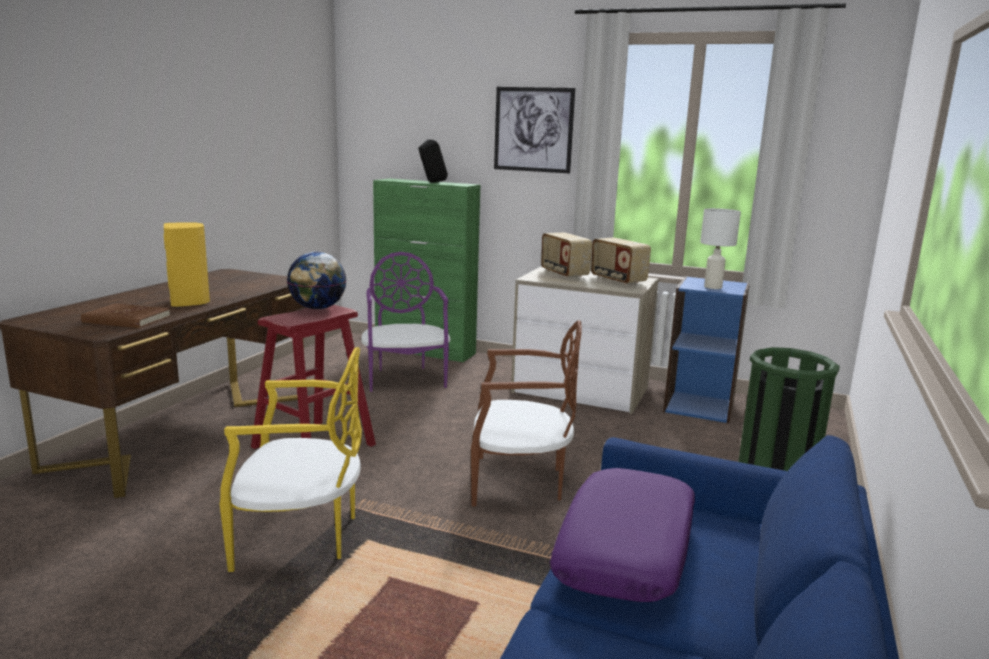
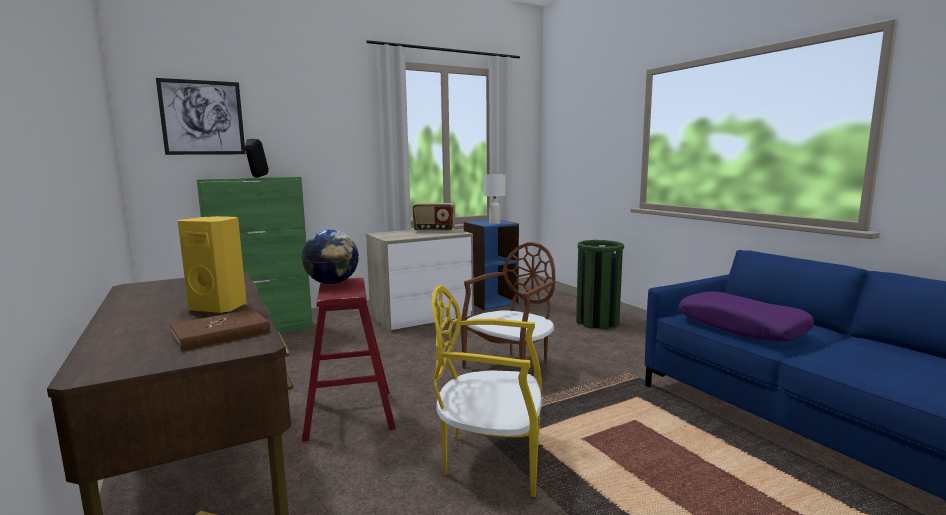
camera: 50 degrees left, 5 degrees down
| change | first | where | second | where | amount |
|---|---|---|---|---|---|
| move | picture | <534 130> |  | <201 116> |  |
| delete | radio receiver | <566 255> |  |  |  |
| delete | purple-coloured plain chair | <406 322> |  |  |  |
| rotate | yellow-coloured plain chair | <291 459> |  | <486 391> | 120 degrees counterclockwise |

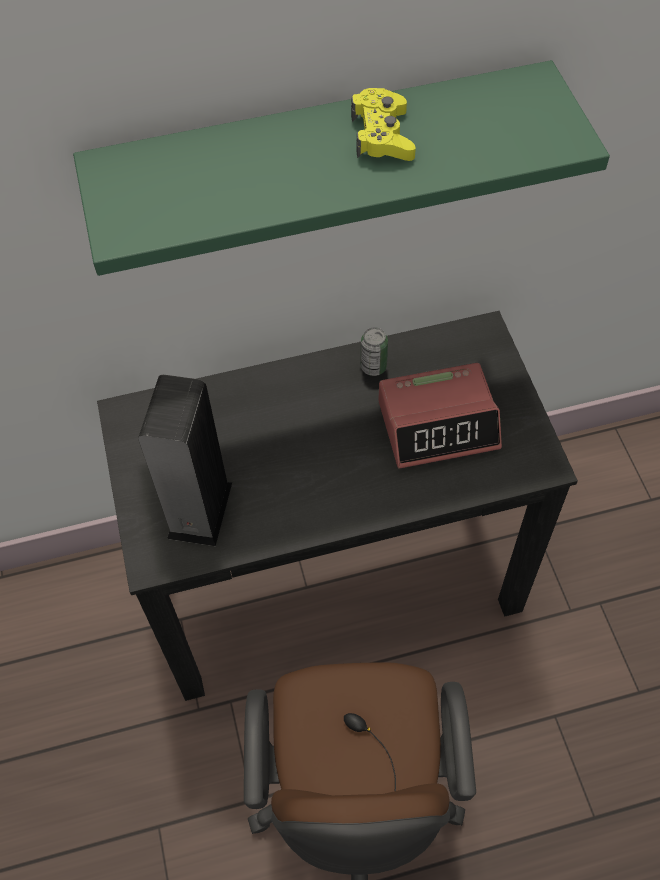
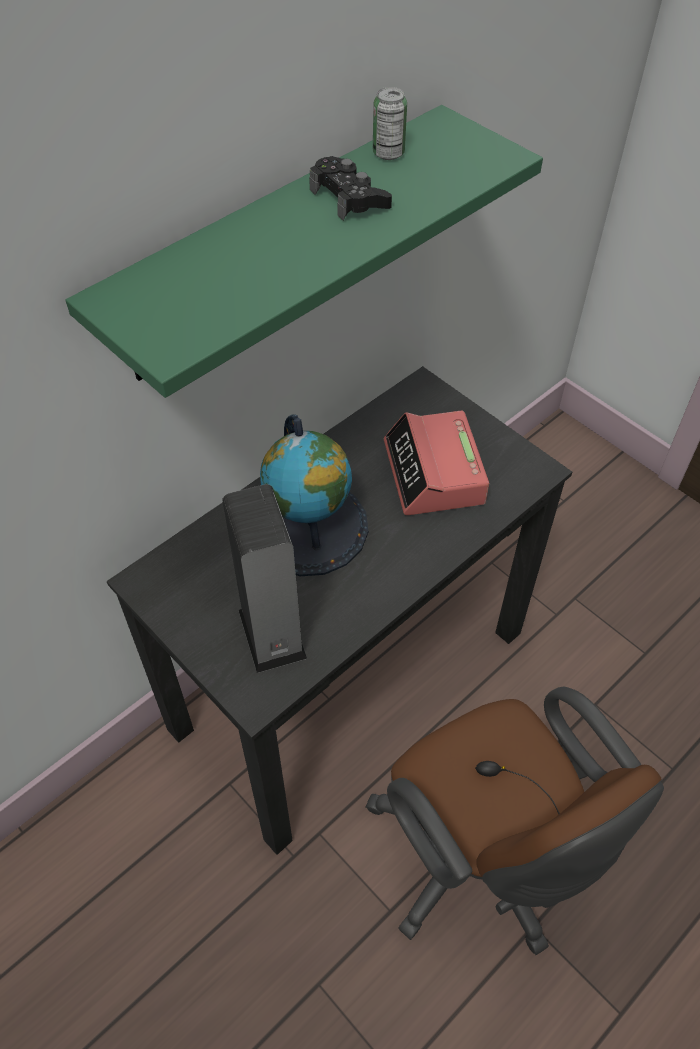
camera: 30 degrees left, 5 degrees down
| change | first | where | second | where | amount |
|---|---|---|---|---|---|
| recolor | yellow-coloured game controller | <383 124> | black-coloured game controller | <350 188> |  |
| move | metal can | <374 351> |  | <390 123> |  |
| rotate | table clock | <440 416> |  | <436 463> | 120 degrees clockwise |
| insert |  |  | desk globe | <314 495> |  |

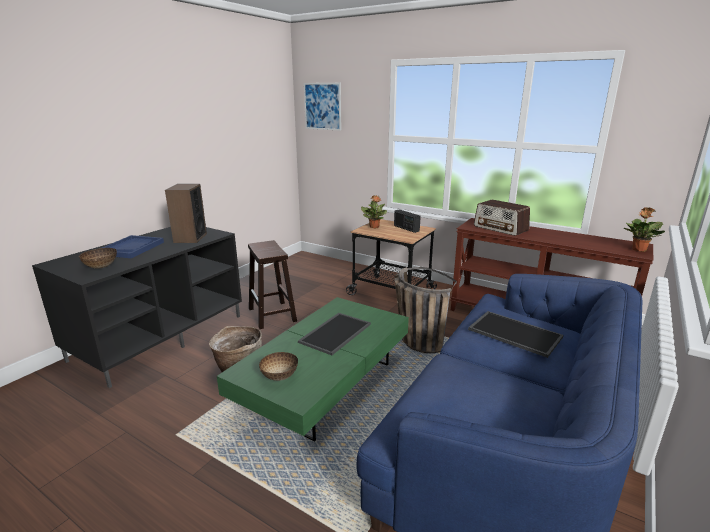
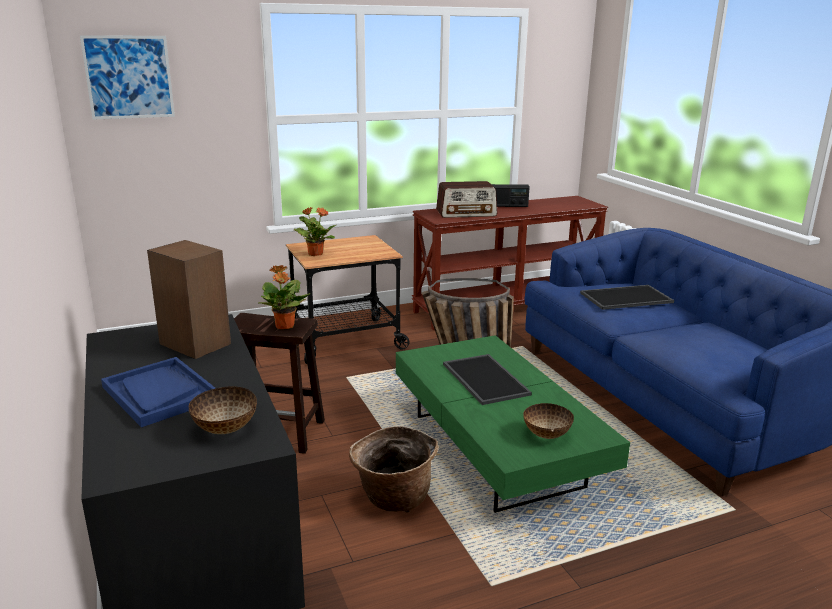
camera: 55 degrees left, 0 degrees up
| change | first | where | second | where | amount |
|---|---|---|---|---|---|
| move | houseplant | <644 229> |  | <284 297> |  |
| move | radio receiver | <407 221> |  | <510 195> |  |

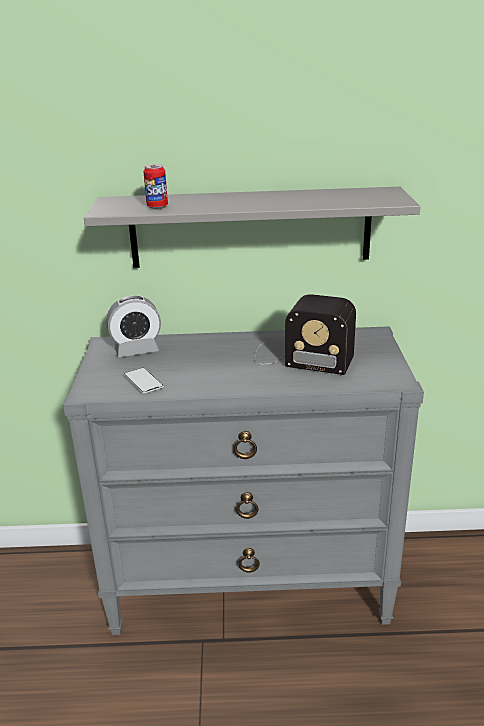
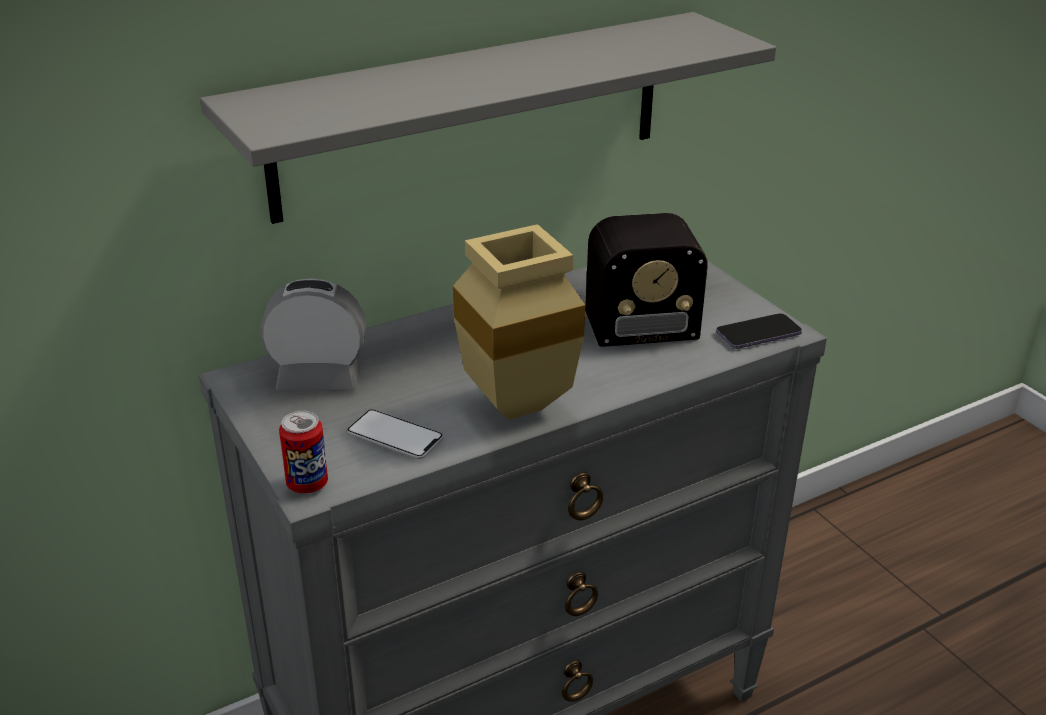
camera: 30 degrees left, 5 degrees up
| change | first | where | second | where | amount |
|---|---|---|---|---|---|
| move | metal can | <155 186> |  | <303 452> |  |
| rotate | table clock | <133 326> |  | <313 334> | 135 degrees counterclockwise |
| insert |  |  | beige decorative vase | <519 322> |  |
| insert |  |  | phone | <759 331> |  |

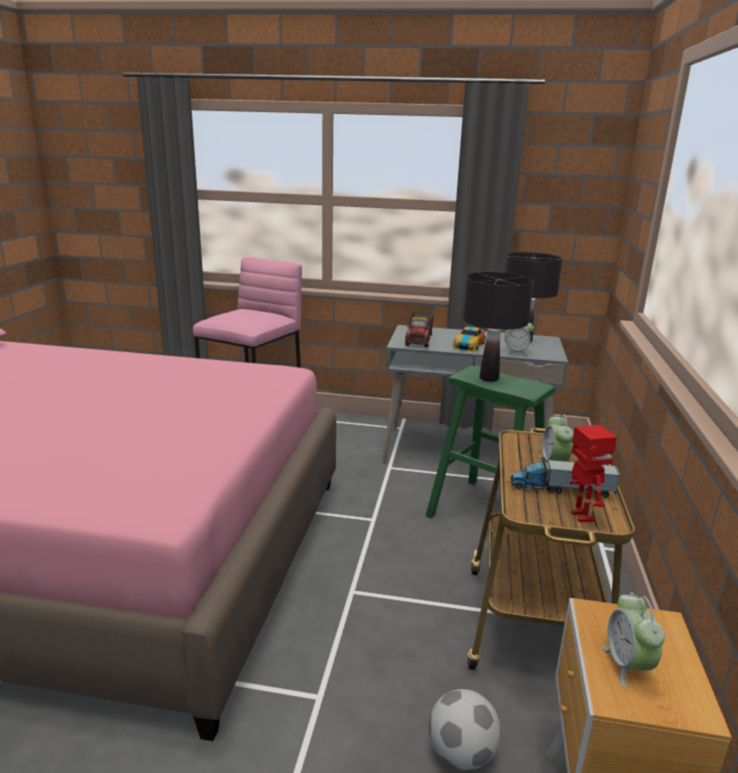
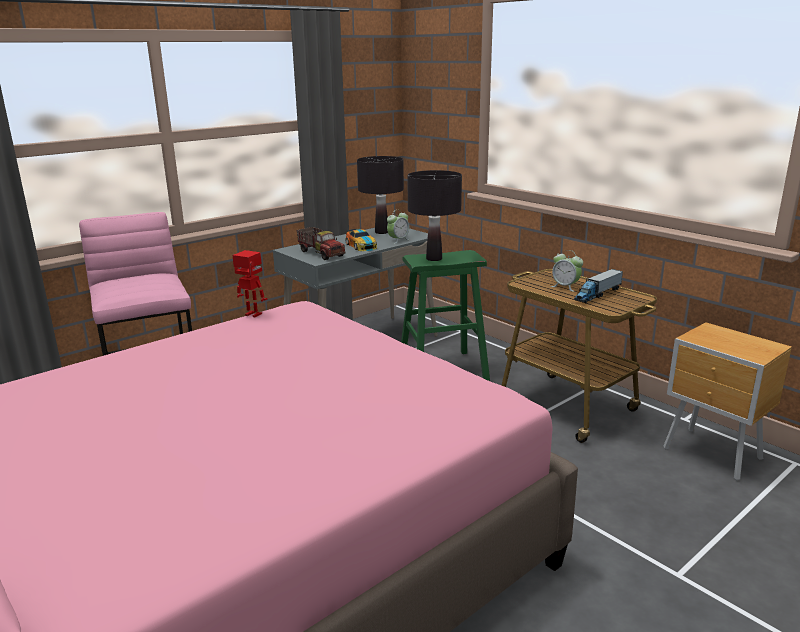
camera: 50 degrees left, 0 degrees up
| change | first | where | second | where | amount |
|---|---|---|---|---|---|
| move | model robot | <593 473> |  | <250 283> |  |
| delete | table clock | <633 640> |  |  |  |
| delete | ball for football | <465 729> |  |  |  |

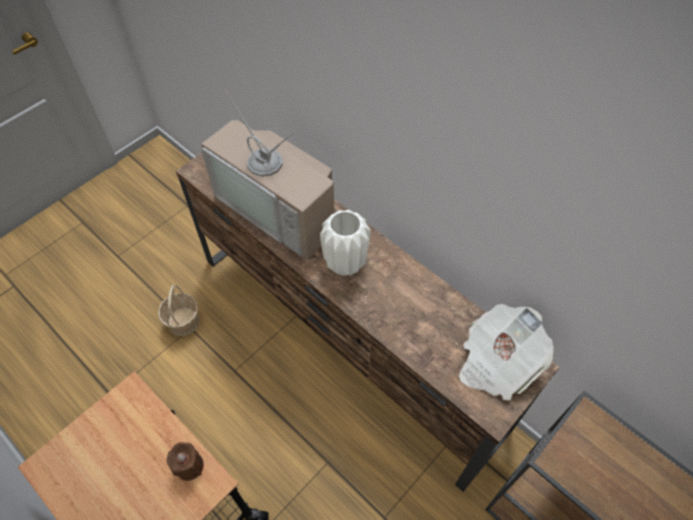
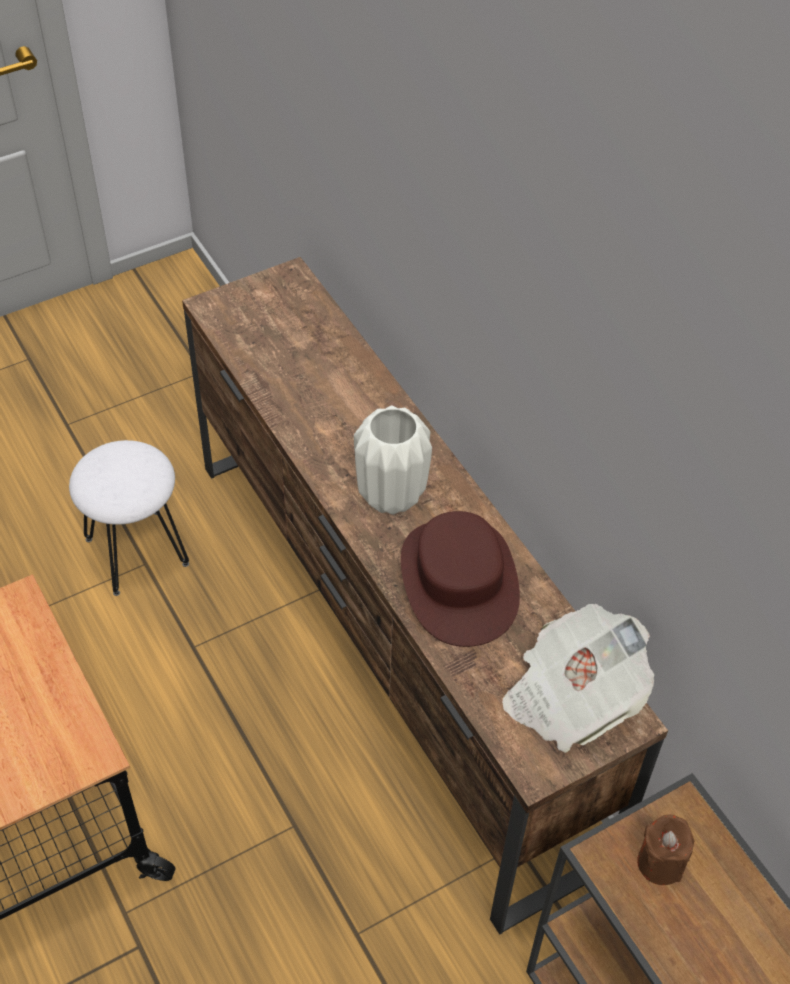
camera: 15 degrees right, 5 degrees down
| change | first | where | second | where | amount |
|---|---|---|---|---|---|
| delete | TV set | <268 174> |  |  |  |
| replace | household basket | <178 310> | white sitting stool | <129 518> |  |
| move | brown-coloured wax candle | <185 461> |  | <665 850> |  |
| insert |  |  | brown-coloured hat | <460 579> |  |

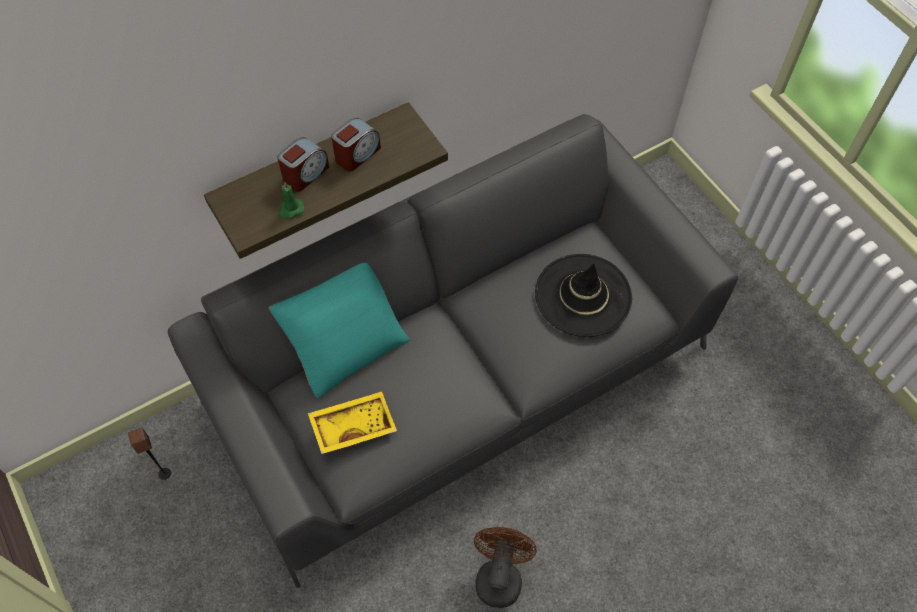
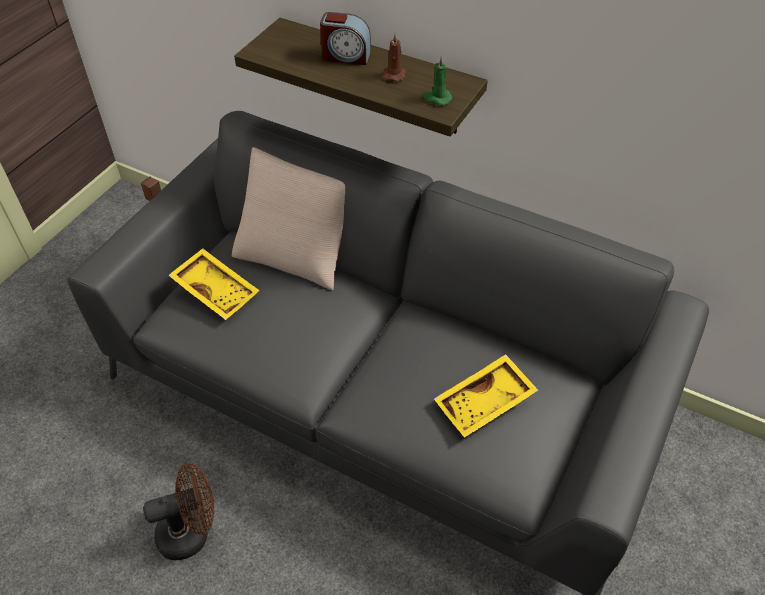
camera: 60 degrees right, 10 degrees down
| change | first | where | second | where | amount |
|---|---|---|---|---|---|
| replace | table clock | <356 145> | brown-coloured wax candle | <394 57> |  |
| move | green wax candle | <291 200> |  | <437 81> |  |
| replace | black-coloured hat | <583 295> | yellow-coloured serving tray | <486 396> |  |
| recolor | turquoise throw pillow | <339 331> | beige throw pillow | <288 218> |  |

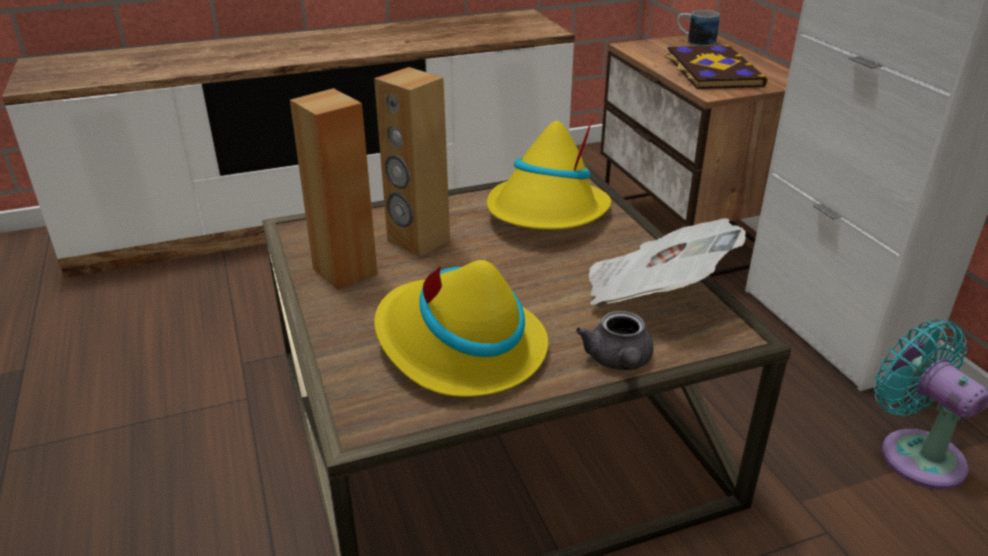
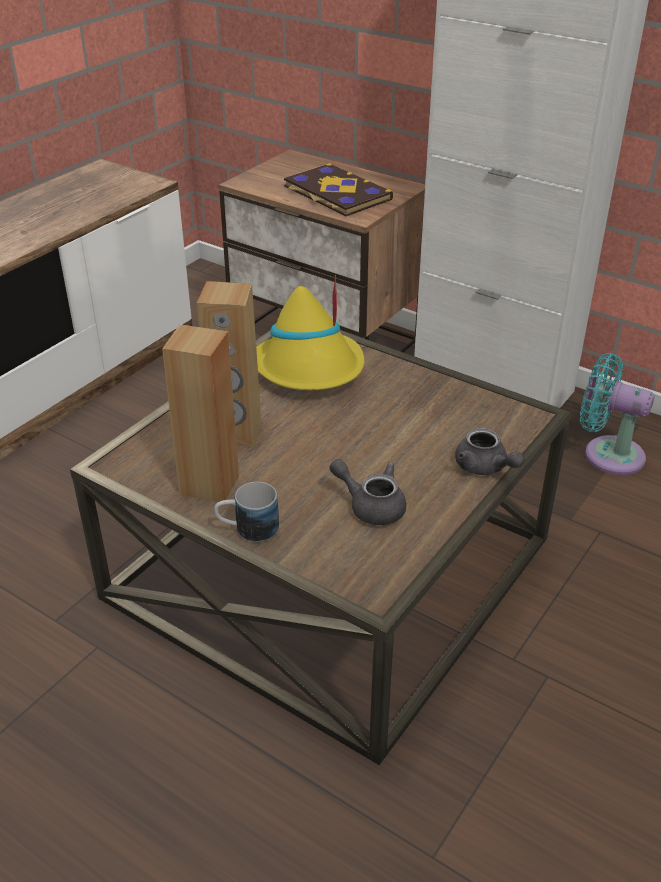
camera: 35 degrees left, 5 degrees up
| change | first | where | second | where | amount |
|---|---|---|---|---|---|
| move | mug | <698 28> |  | <246 512> |  |
| delete | newspaper | <667 262> |  |  |  |
| replace | yellow-coloured hat | <461 328> | greyish pot for tea | <368 492> |  |

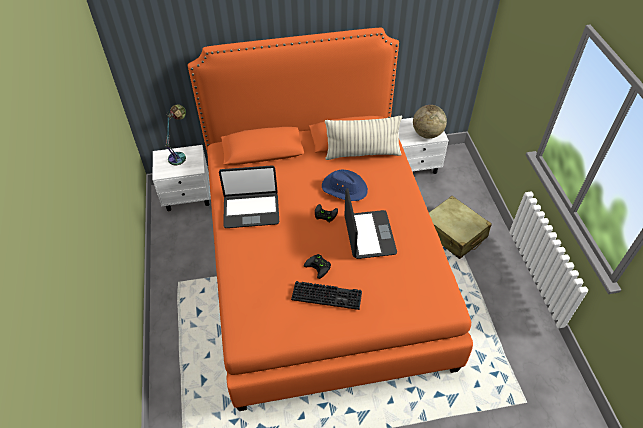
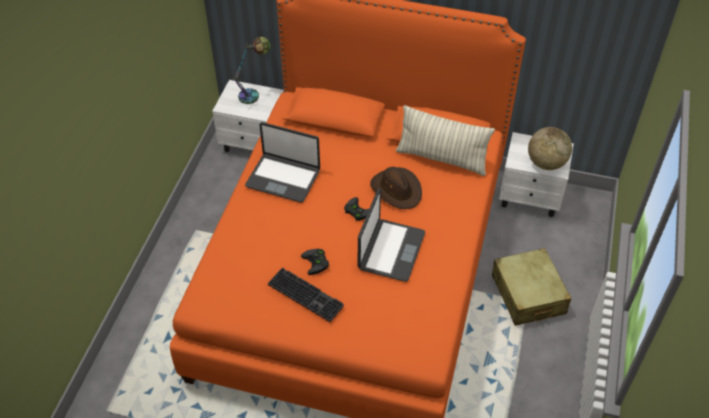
camera: 25 degrees right, 0 degrees up
| change | first | where | second | where | amount |
|---|---|---|---|---|---|
| recolor | bluish hat | <345 185> | brown-coloured hat | <396 188> |  |

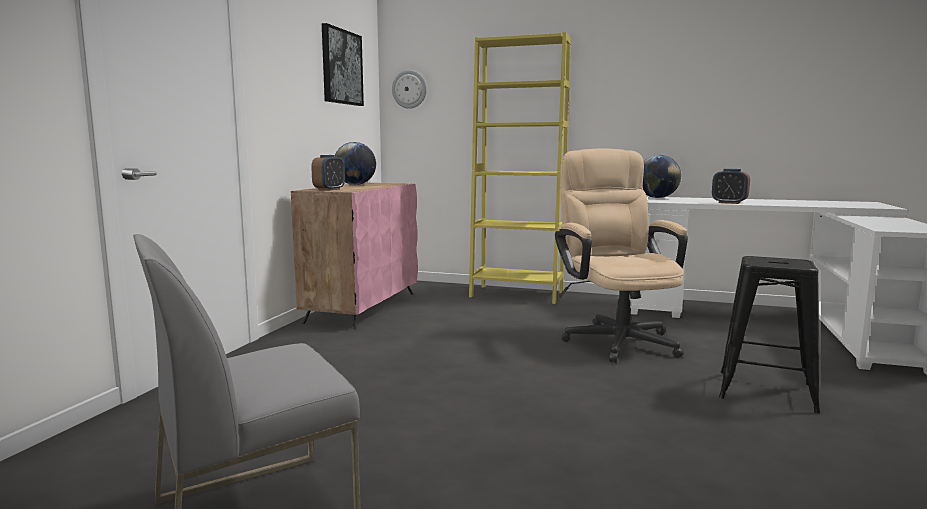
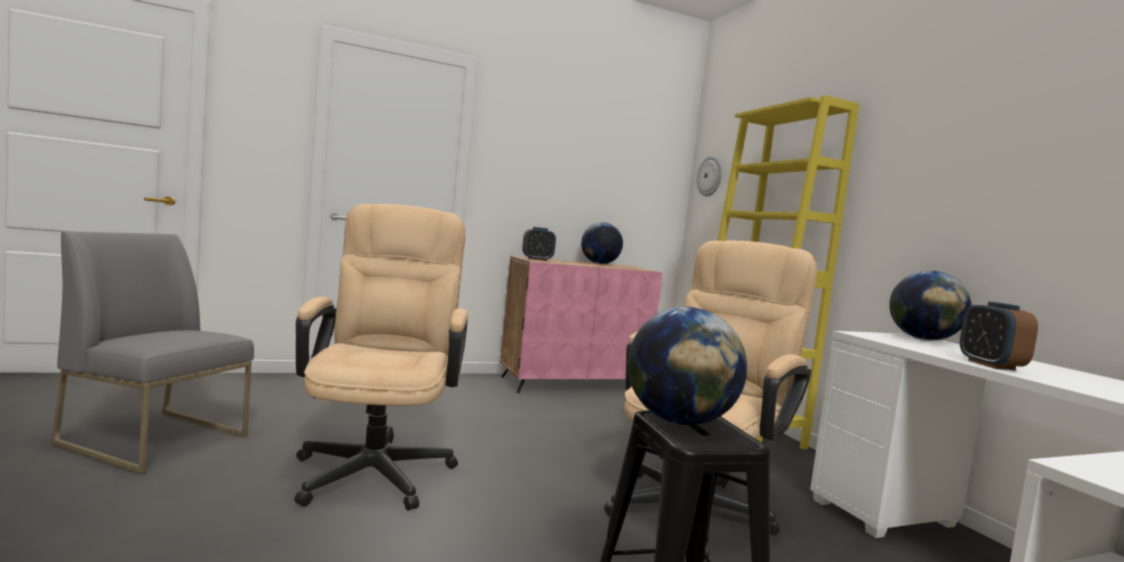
camera: 50 degrees right, 5 degrees down
| change | first | where | second | where | amount |
|---|---|---|---|---|---|
| delete | picture | <343 64> |  |  |  |
| insert |  |  | beige computer chair | <381 357> |  |
| insert |  |  | desk globe | <687 366> |  |

